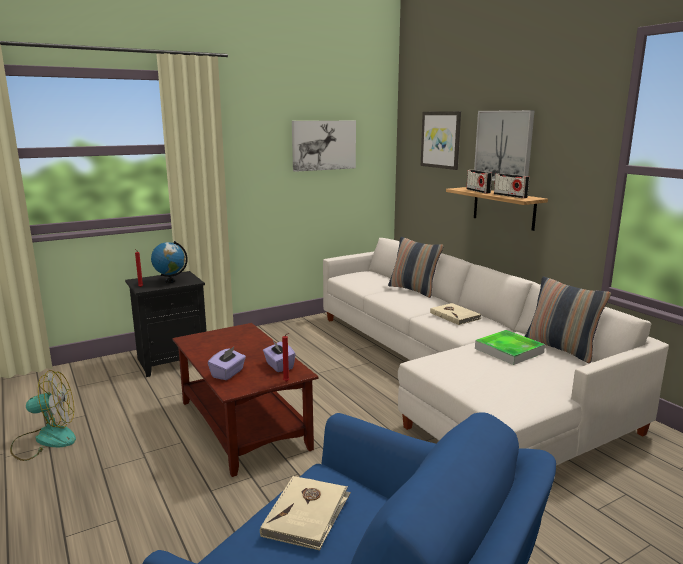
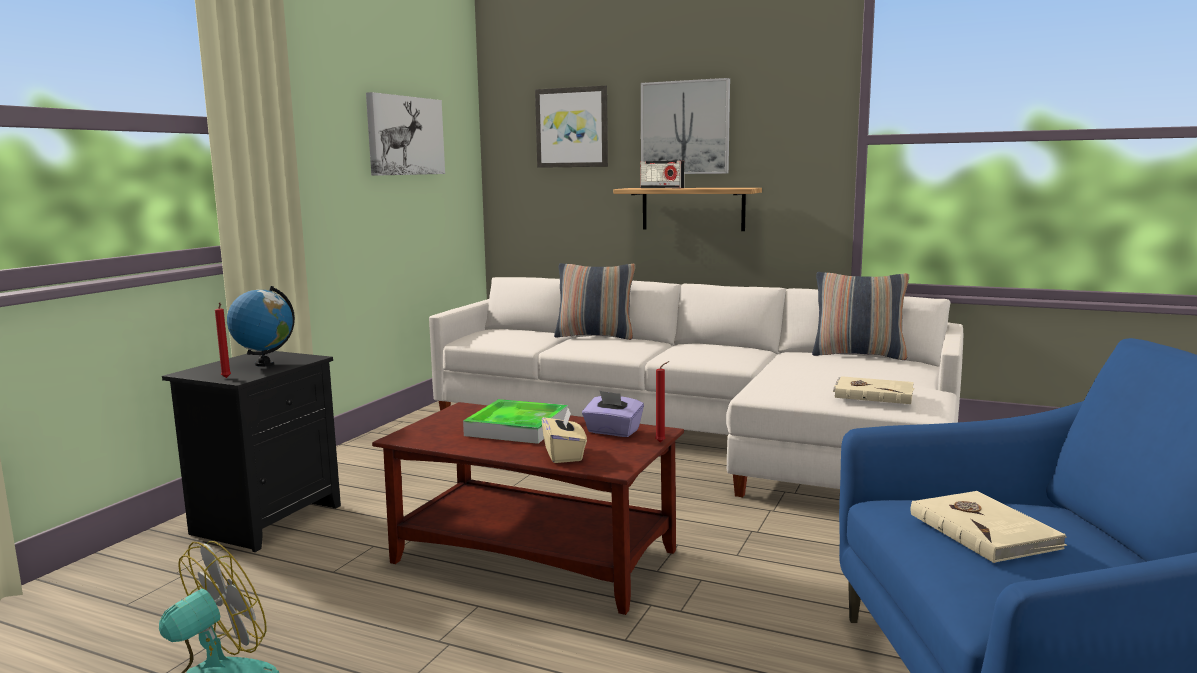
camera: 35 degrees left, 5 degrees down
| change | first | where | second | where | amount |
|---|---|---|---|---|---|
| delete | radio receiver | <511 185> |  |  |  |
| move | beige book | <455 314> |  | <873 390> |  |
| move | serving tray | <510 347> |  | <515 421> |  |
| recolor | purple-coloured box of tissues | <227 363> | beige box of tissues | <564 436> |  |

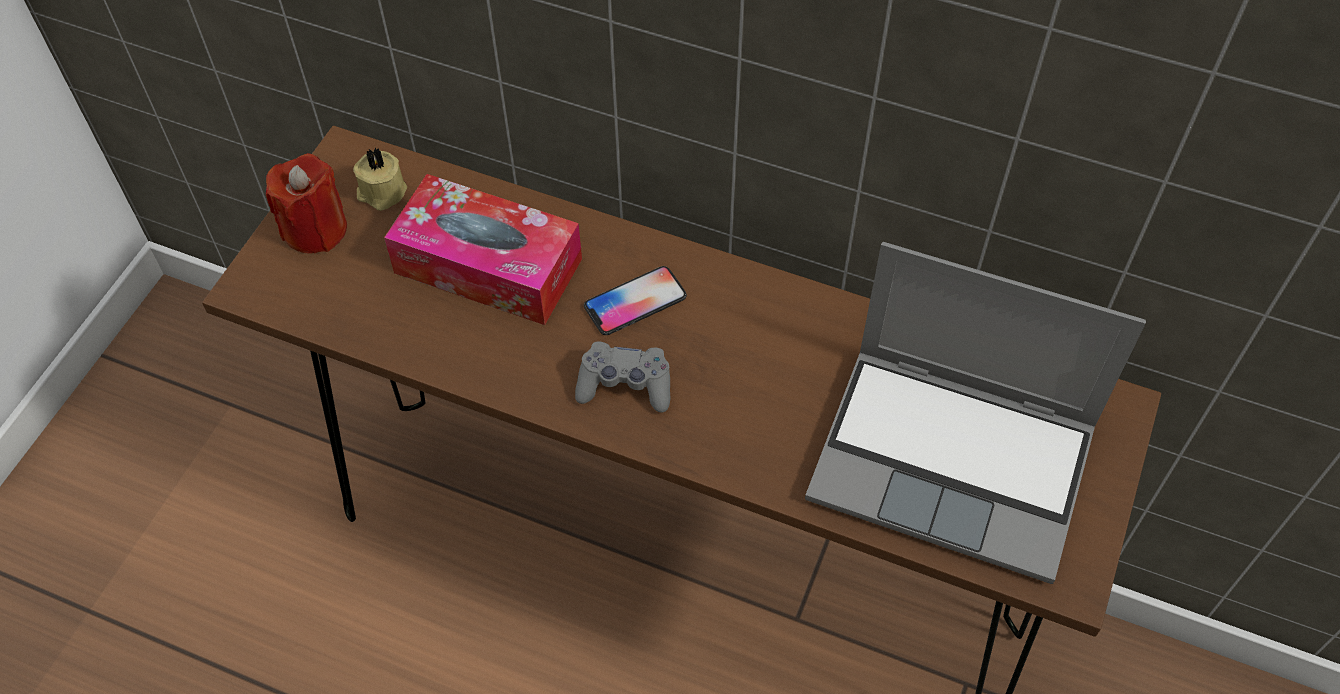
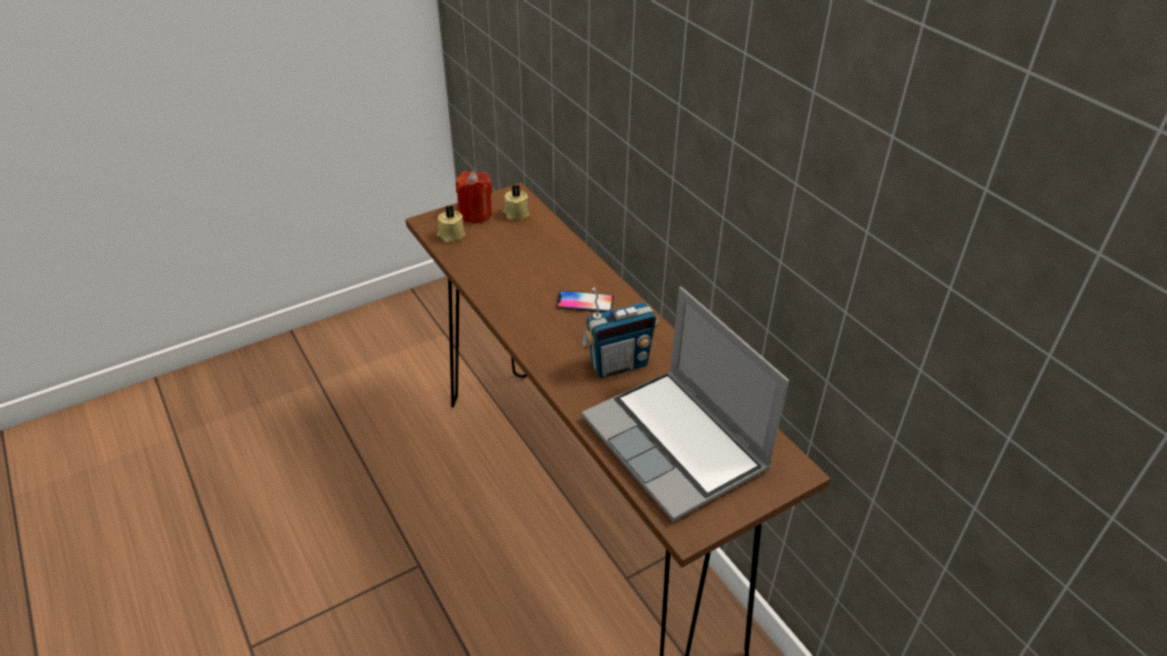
camera: 35 degrees right, 15 degrees down
| change | first | where | second | where | amount |
|---|---|---|---|---|---|
| delete | box of tissues | <483 249> |  |  |  |
| delete | greyish game controller | <623 377> |  |  |  |
| insert |  |  | beige wax candle | <451 223> |  |
| insert |  |  | radio receiver | <619 333> |  |

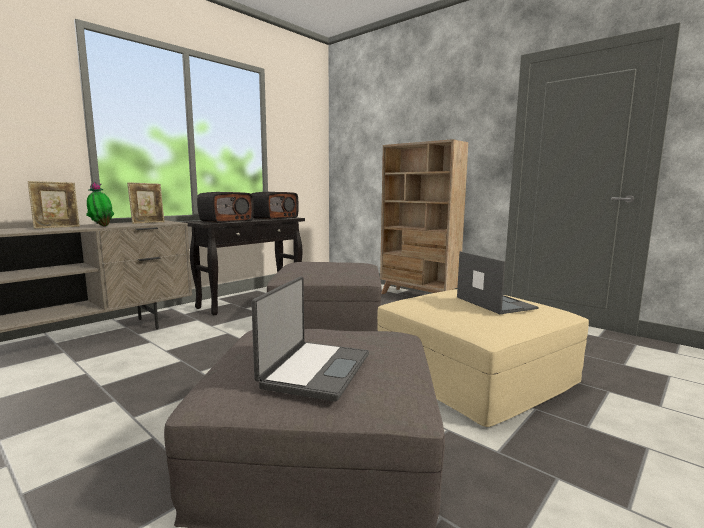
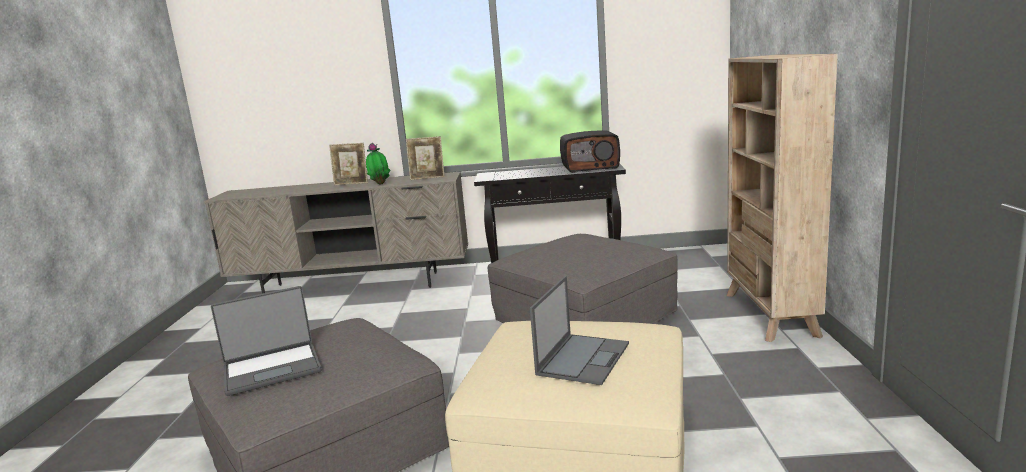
camera: 50 degrees right, 5 degrees up
| change | first | where | second | where | amount |
|---|---|---|---|---|---|
| delete | radio receiver | <225 207> |  |  |  |

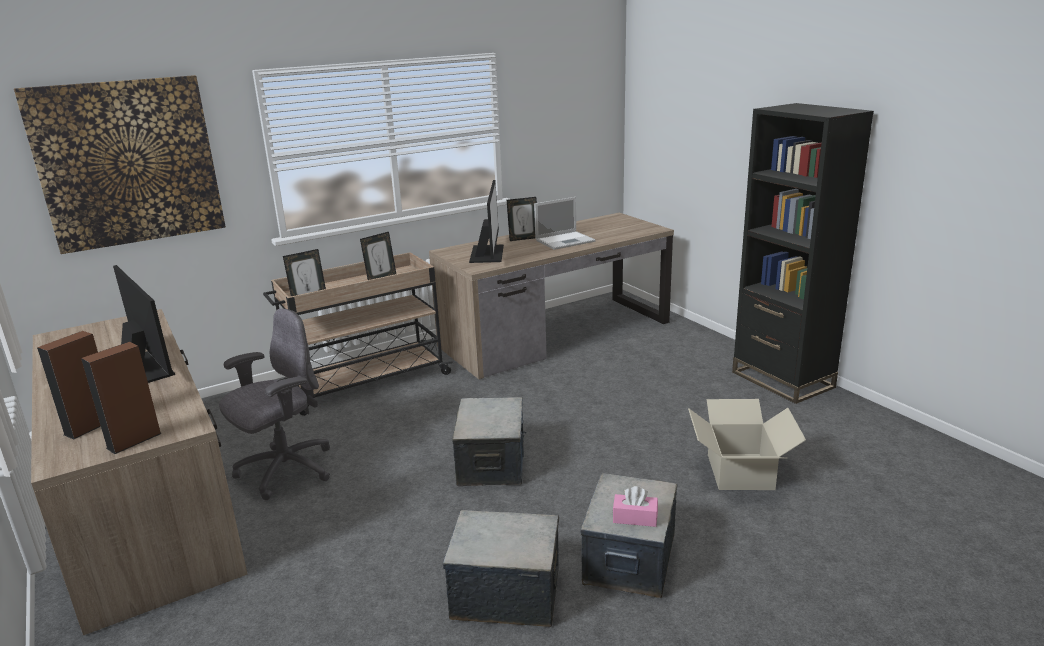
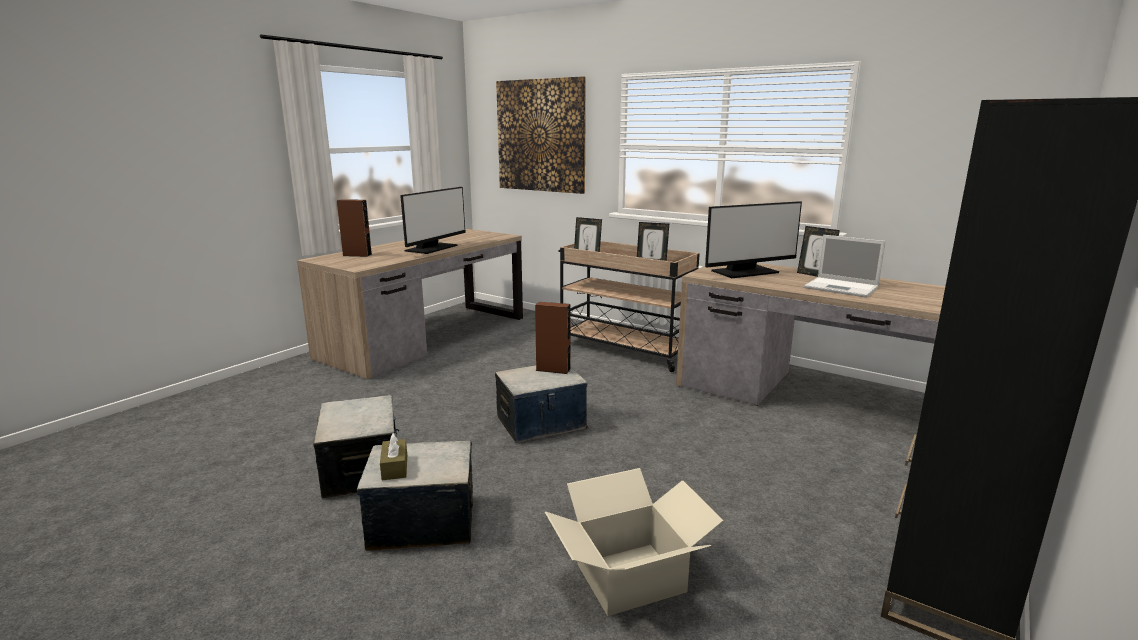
camera: 65 degrees right, 5 degrees down
| change | first | where | second | where | amount |
|---|---|---|---|---|---|
| delete | greyish computer chair | <274 404> |  |  |  |
| move | brown-coloured audio speaker | <121 398> |  | <553 338> |  |
| recolor | pink box of tissues | <635 506> | brown-coloured box of tissues | <393 456> |  |

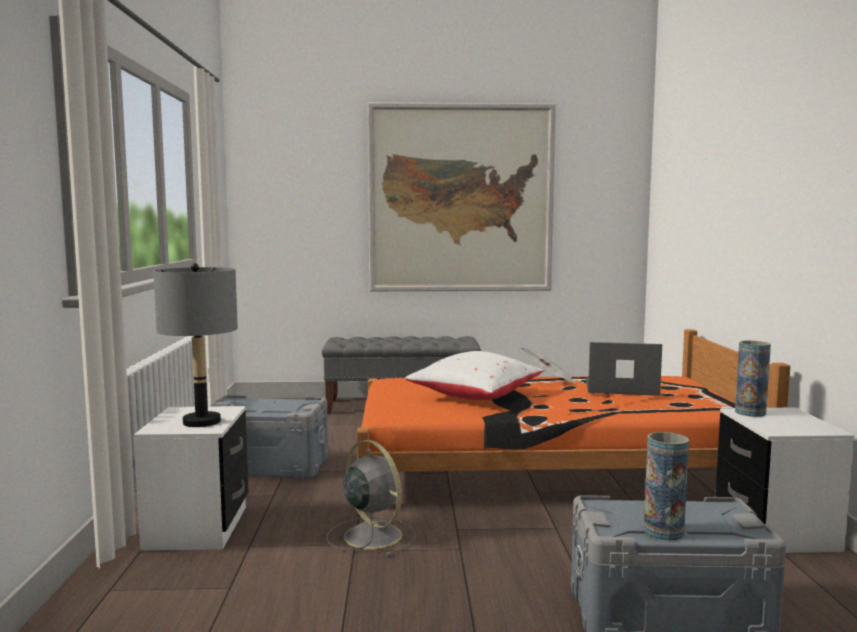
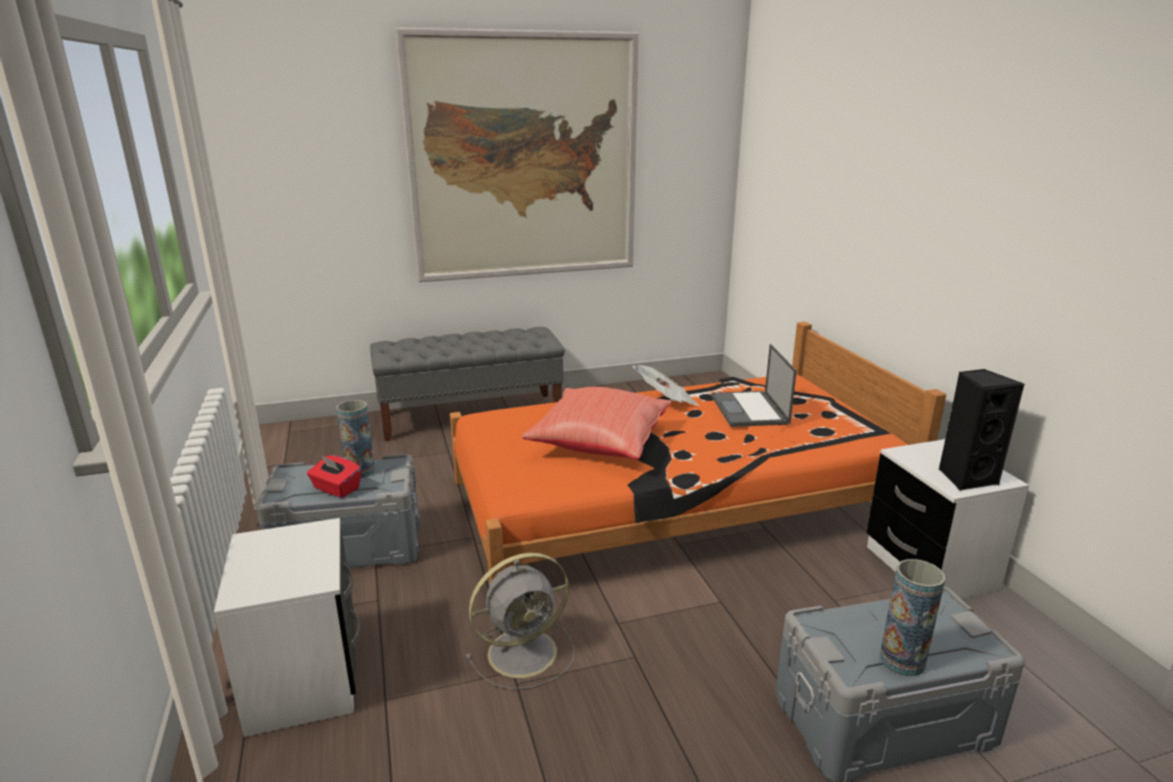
camera: 15 degrees left, 15 degrees up
| change | first | where | second | where | amount |
|---|---|---|---|---|---|
| delete | greyish table lamp | <195 345> |  |  |  |
| move | decorative vase | <753 379> |  | <355 439> |  |
| rotate | laptop | <624 369> |  | <754 385> | 90 degrees counterclockwise |
| recolor | white throw pillow | <474 375> | red throw pillow | <597 423> |  |
| rotate | greyish fan | <370 498> |  | <520 621> | 120 degrees clockwise |
| insert |  |  | black-coloured audio speaker | <981 430> |  |
| insert |  |  | red box of tissues | <334 476> |  |

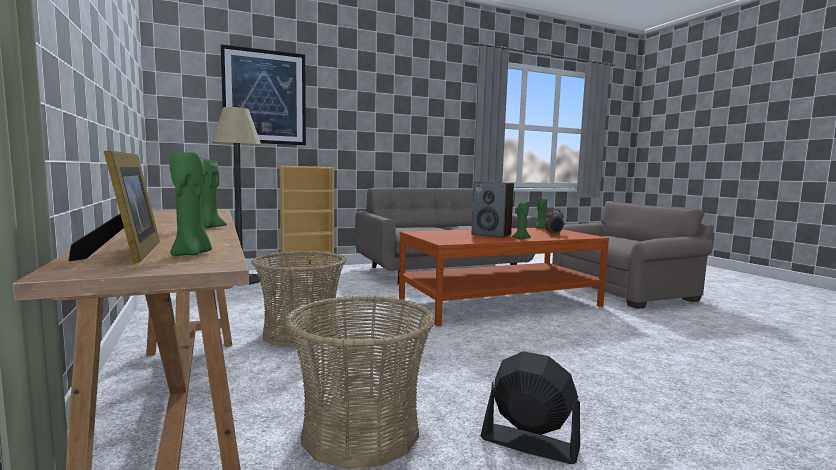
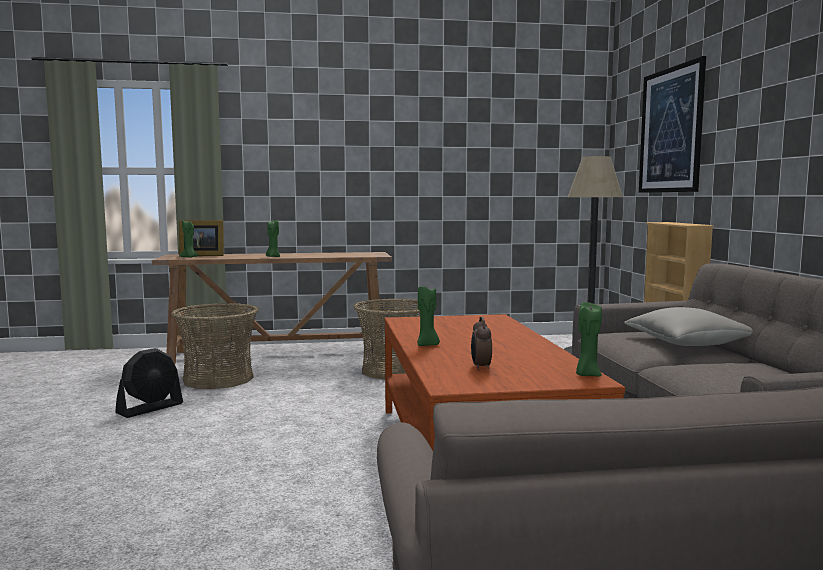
camera: 105 degrees right, 0 degrees up
| change | first | where | second | where | amount |
|---|---|---|---|---|---|
| delete | audio speaker | <493 210> |  |  |  |
| insert |  |  | greyish throw pillow | <688 326> |  |

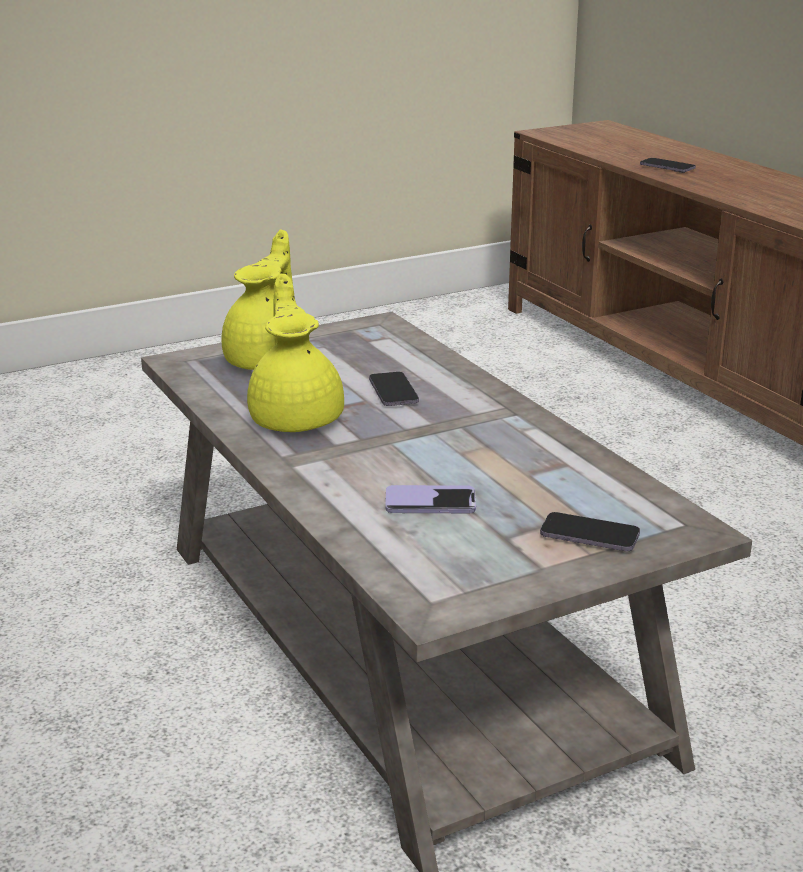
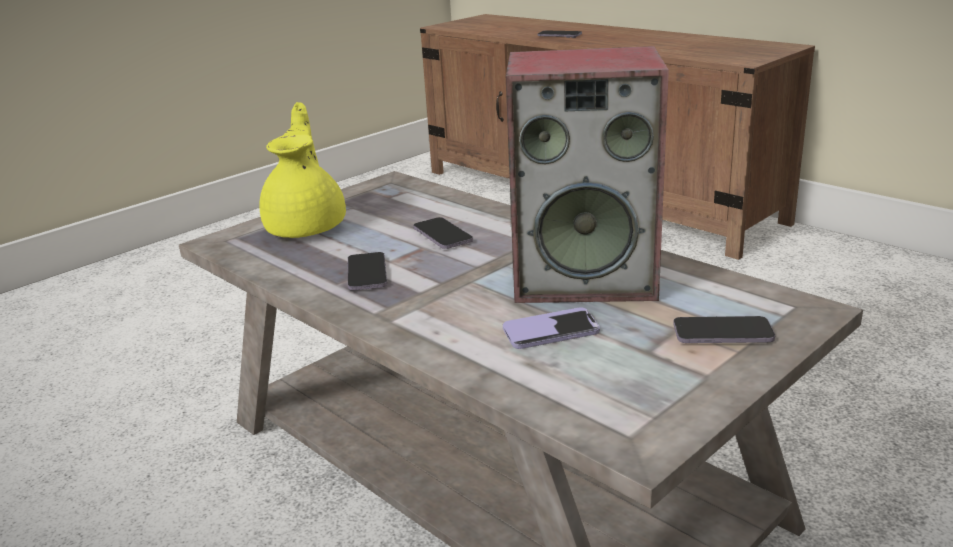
camera: 15 degrees left, 0 degrees up
| change | first | where | second | where | amount |
|---|---|---|---|---|---|
| replace | yellow-coloured pot for tea | <295 353> | phone | <367 271> |  |
| insert |  |  | audio speaker | <587 174> |  |

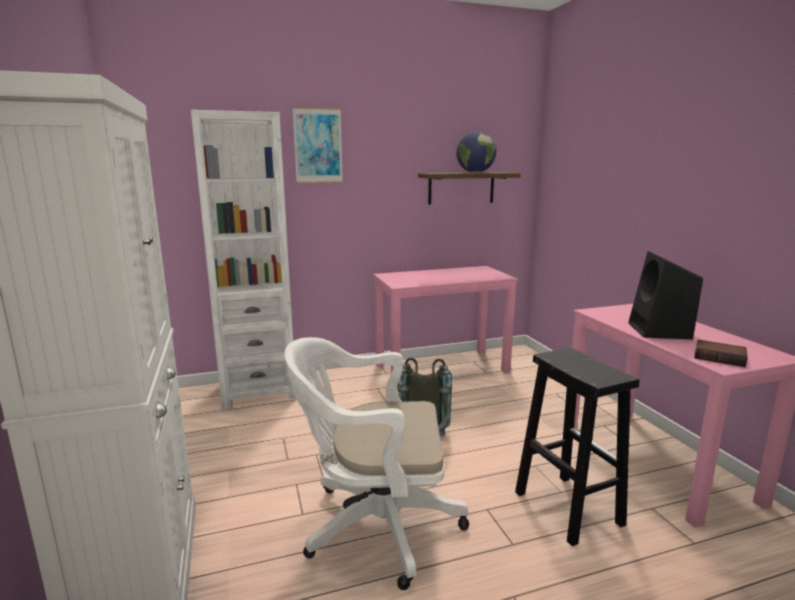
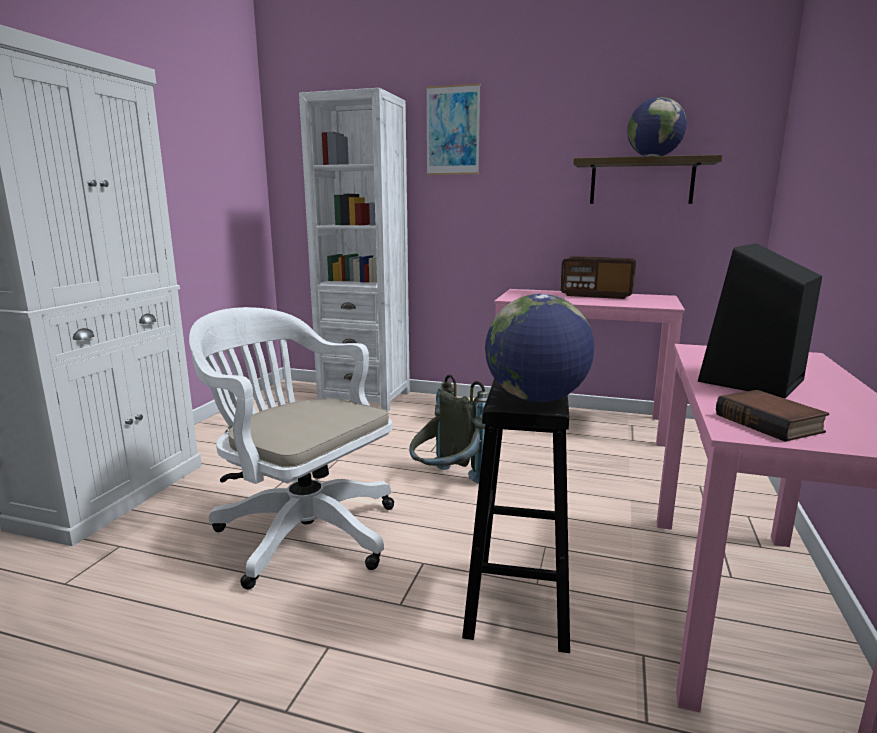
camera: 35 degrees right, 0 degrees up
| change | first | where | second | where | amount |
|---|---|---|---|---|---|
| insert |  |  | radio receiver | <598 277> |  |
| insert |  |  | desk globe | <540 348> |  |

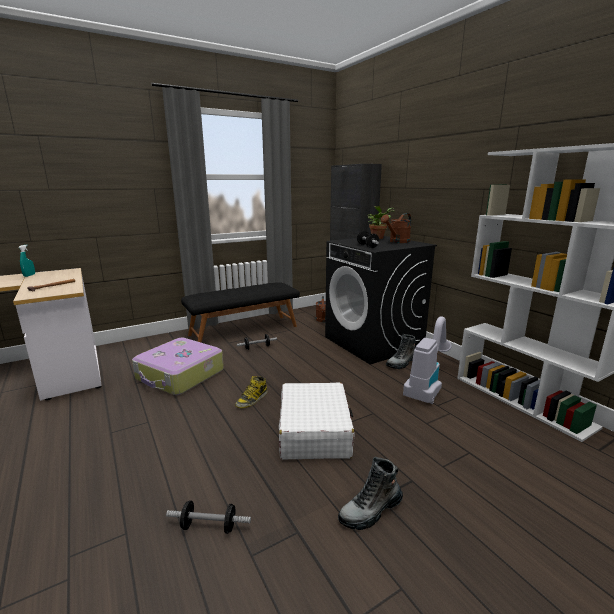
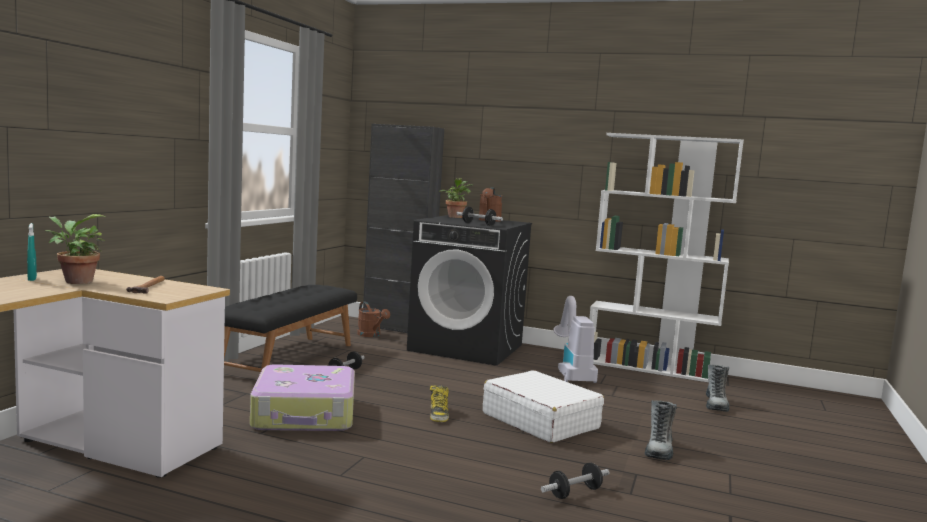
camera: 40 degrees left, 10 degrees down
| change | first | where | second | where | amount |
|---|---|---|---|---|---|
| move | high-top boot | <401 351> |  | <717 388> |  |
| insert |  |  | houseplant | <75 249> |  |

